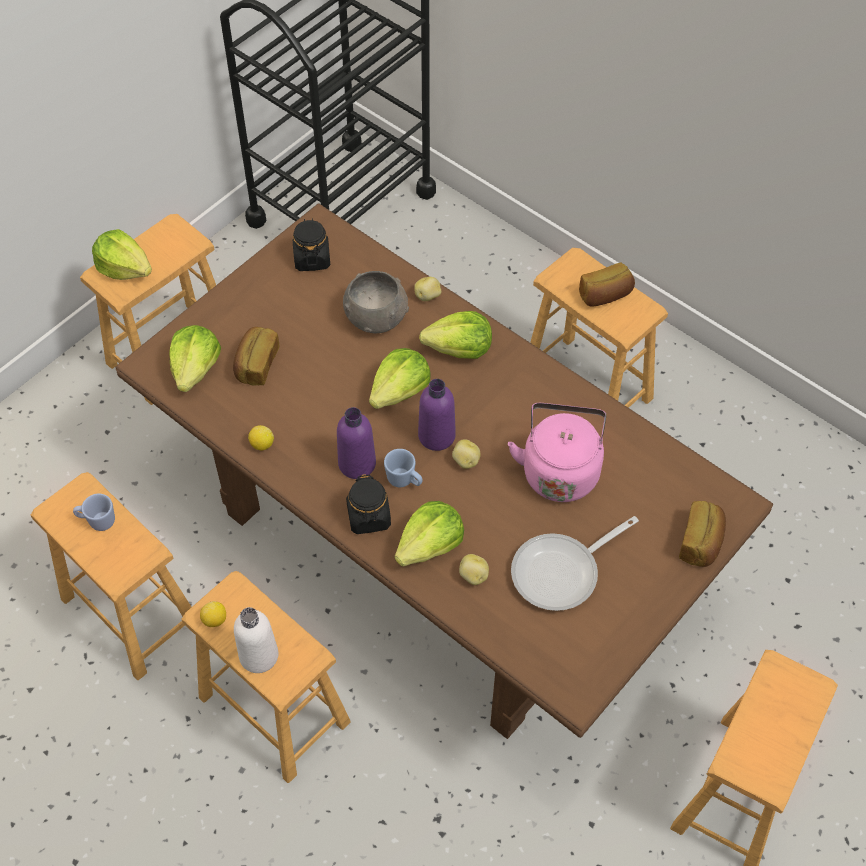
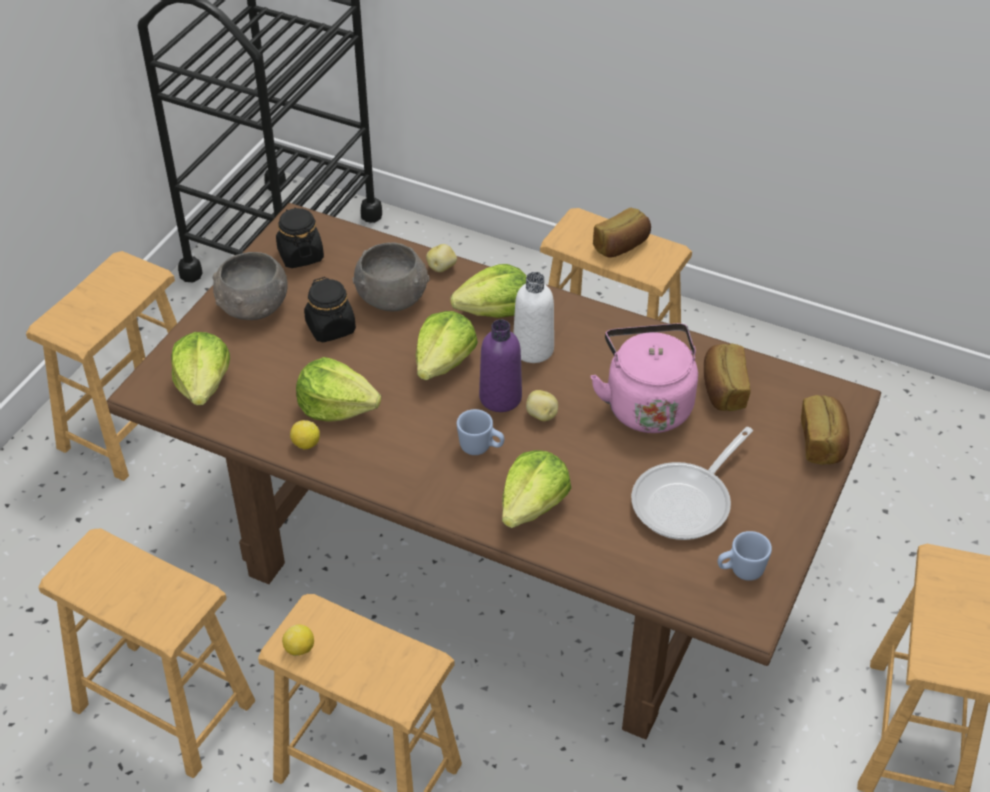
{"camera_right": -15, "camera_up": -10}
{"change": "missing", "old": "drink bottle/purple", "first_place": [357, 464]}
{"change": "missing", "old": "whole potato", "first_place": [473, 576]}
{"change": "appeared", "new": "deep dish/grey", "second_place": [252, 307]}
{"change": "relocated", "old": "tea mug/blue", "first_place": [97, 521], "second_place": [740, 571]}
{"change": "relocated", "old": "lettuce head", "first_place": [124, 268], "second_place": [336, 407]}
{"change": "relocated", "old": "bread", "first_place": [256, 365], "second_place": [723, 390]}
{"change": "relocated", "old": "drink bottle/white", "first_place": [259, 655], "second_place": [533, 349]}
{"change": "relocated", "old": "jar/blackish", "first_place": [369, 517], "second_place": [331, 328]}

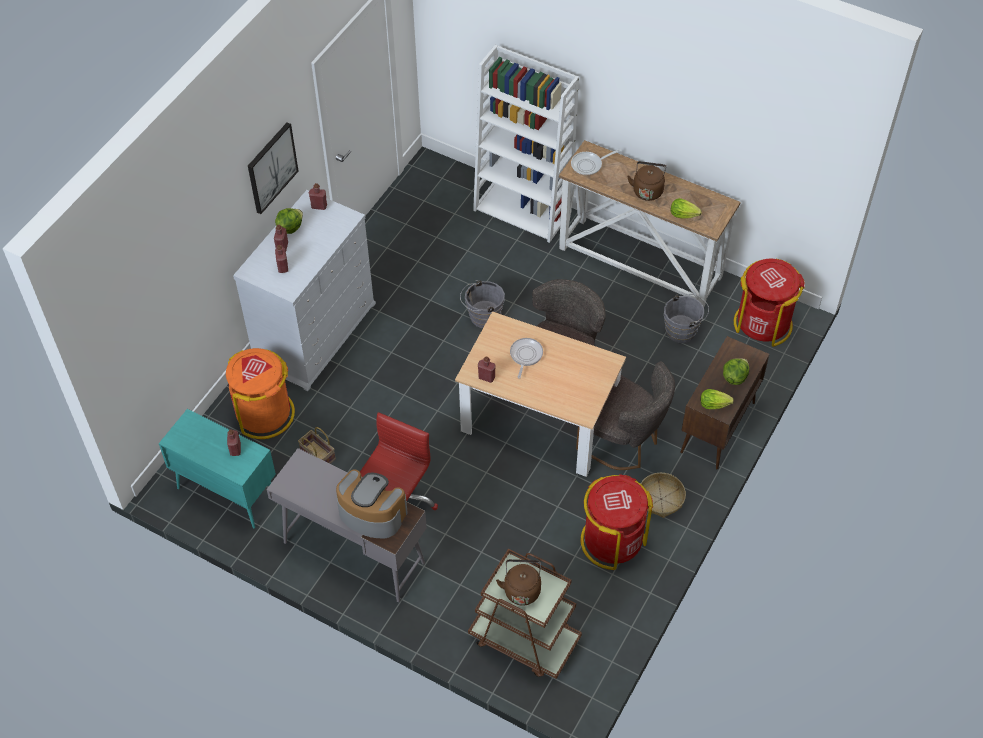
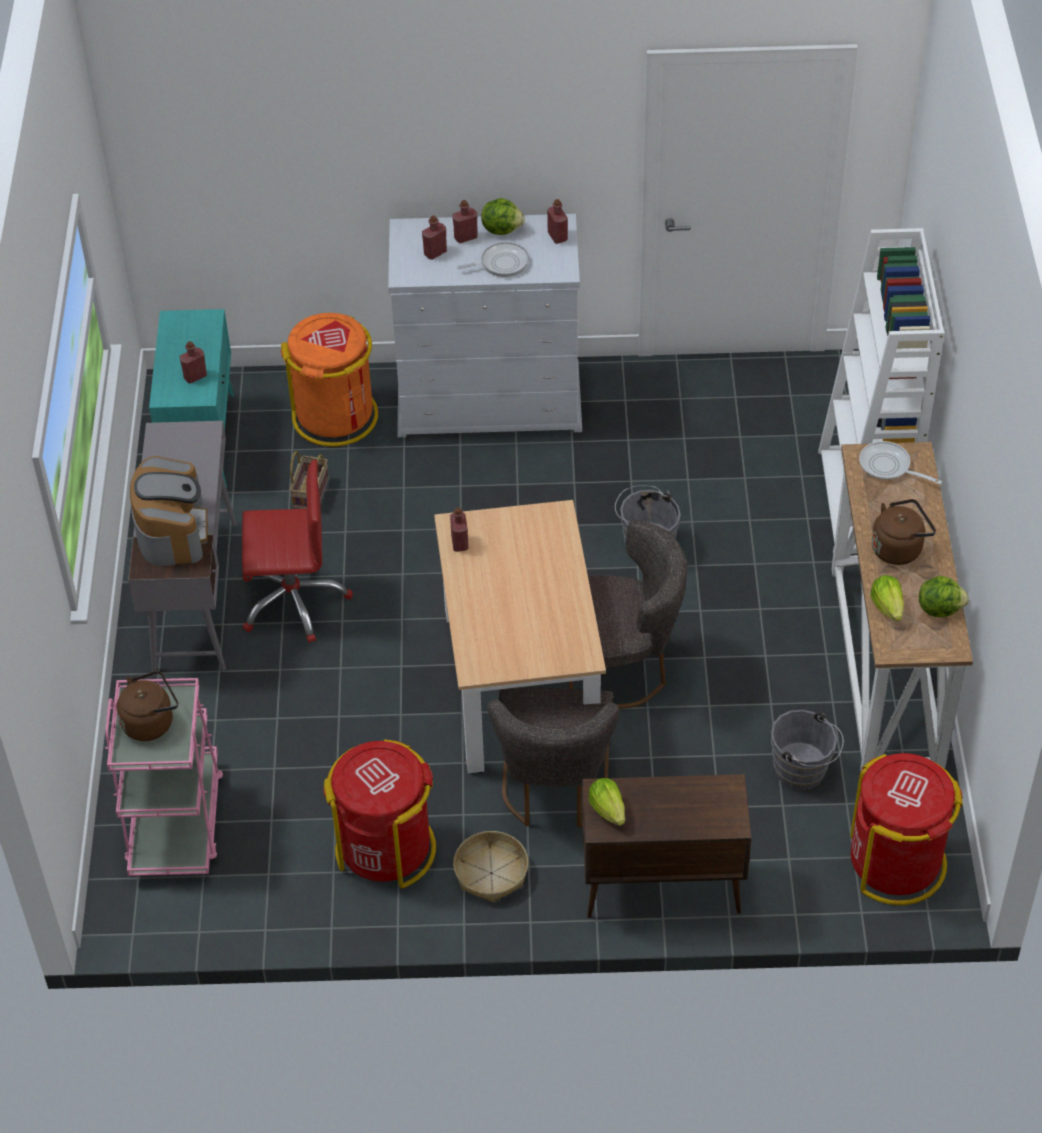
{"camera_right": 60, "camera_up": -5}
{"change": "missing", "old": "wall picture", "first_place": [271, 167]}
{"change": "relocated", "old": "pan", "first_place": [525, 355], "second_place": [501, 263]}
{"change": "relocated", "old": "lettuce head", "first_place": [734, 377], "second_place": [939, 608]}
{"change": "colour", "old": "trolley/brown", "new": "trolley/pink-coloured", "first_place": [524, 639], "second_place": [176, 822]}

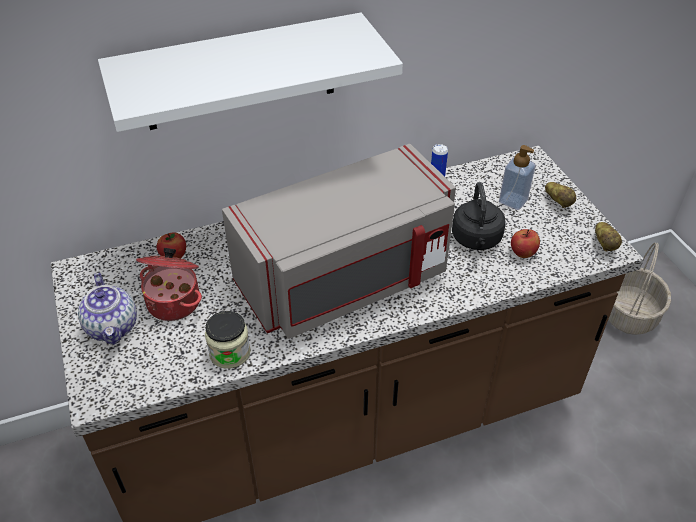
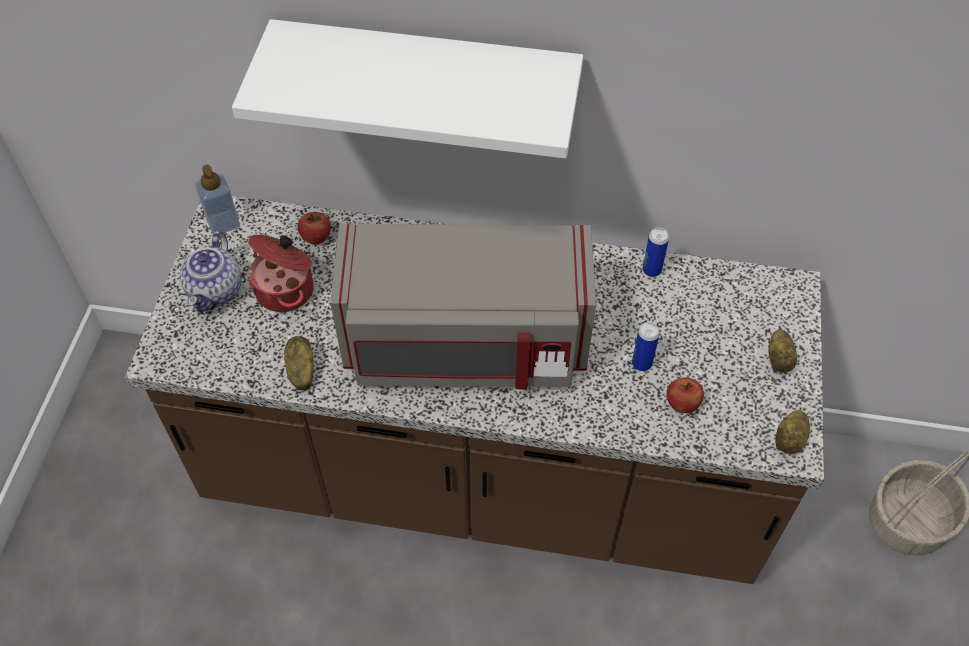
{"camera_right": 30, "camera_up": 10}
{"change": "relocated", "old": "soap dispenser", "first_place": [513, 201], "second_place": [223, 223]}
{"change": "exchanged", "old": "jar", "new": "whole potato", "first_place": [230, 353], "second_place": [301, 371]}
{"change": "exchanged", "old": "water kettle/blackish", "new": "sealed can", "first_place": [476, 240], "second_place": [641, 363]}

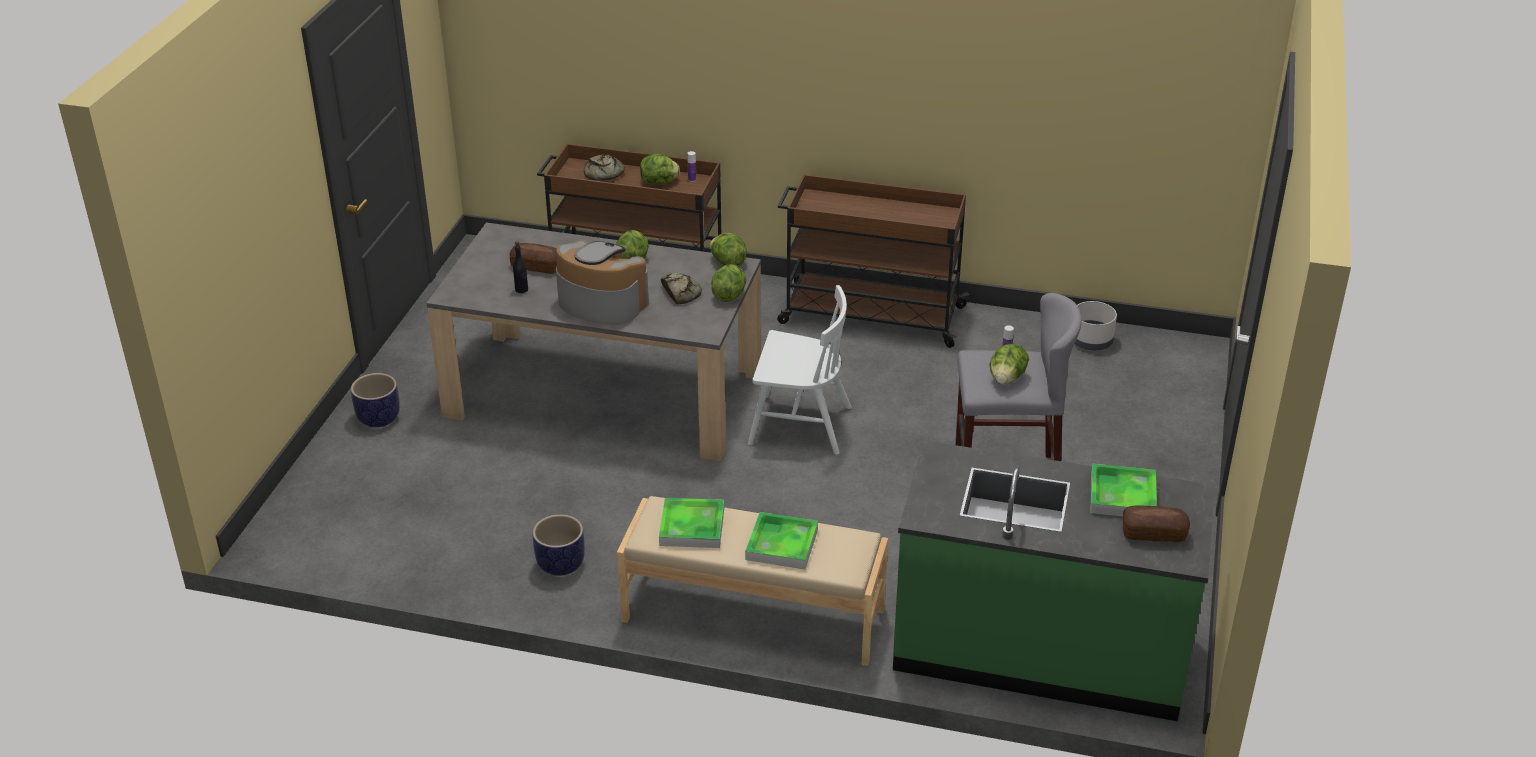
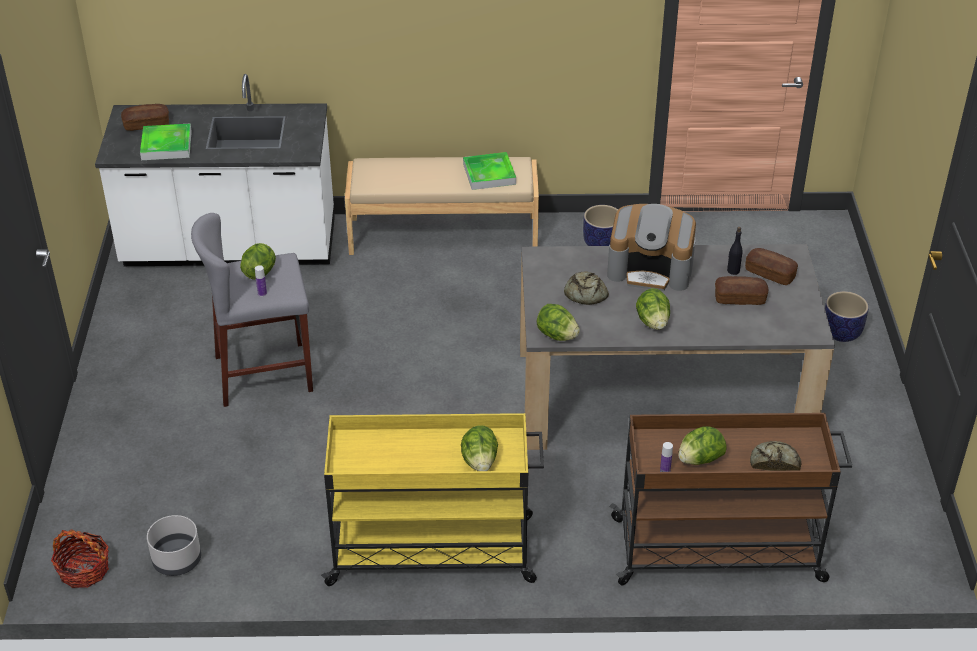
{"camera_right": 165, "camera_up": 5}
{"change": "missing", "old": "serving tray", "first_place": [782, 544]}
{"change": "missing", "old": "plain chair/white", "first_place": [799, 425]}
{"change": "appeared", "new": "household basket", "second_place": [84, 570]}
{"change": "appeared", "new": "bread", "second_place": [770, 274]}
{"change": "relocated", "old": "lettuce head", "first_place": [729, 295], "second_place": [480, 461]}
{"change": "colour", "old": "trolley/brown", "new": "trolley/yellowish", "first_place": [869, 315], "second_place": [434, 550]}
{"change": "colour", "old": "kitchen base unit/greenish", "new": "kitchen base unit/white", "first_place": [1041, 648], "second_place": [230, 247]}

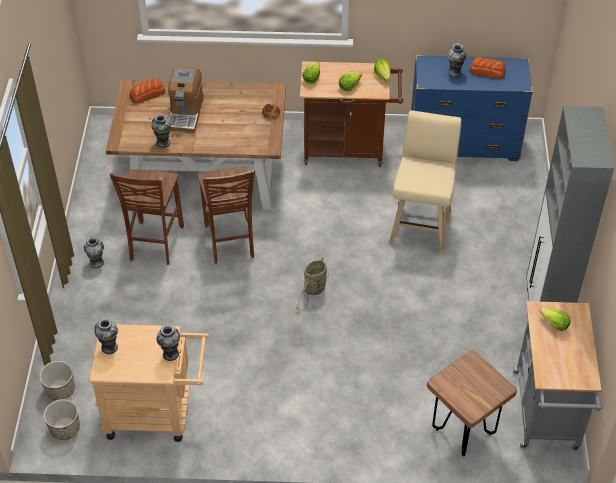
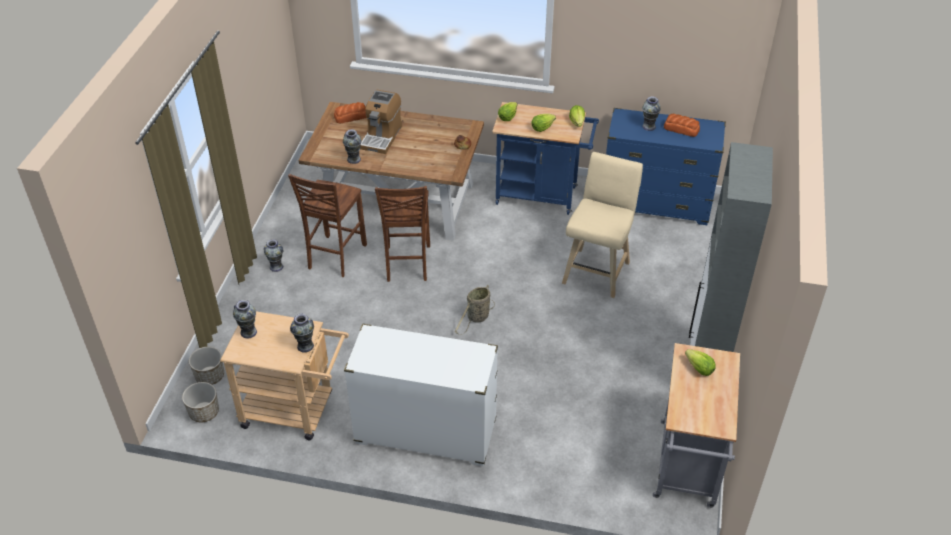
{"camera_right": 10, "camera_up": -5}
{"change": "missing", "old": "stool seat/brown", "first_place": [463, 432]}
{"change": "appeared", "new": "drawer chest/white", "second_place": [425, 433]}
{"change": "colour", "old": "trolley/brown", "new": "trolley/blue", "first_place": [349, 149], "second_place": [542, 196]}

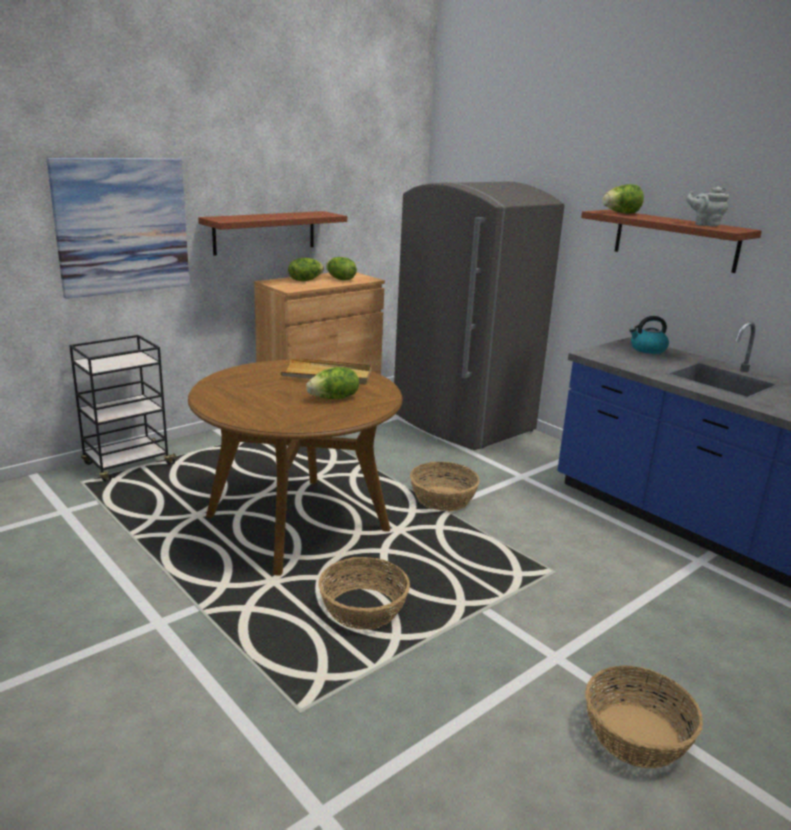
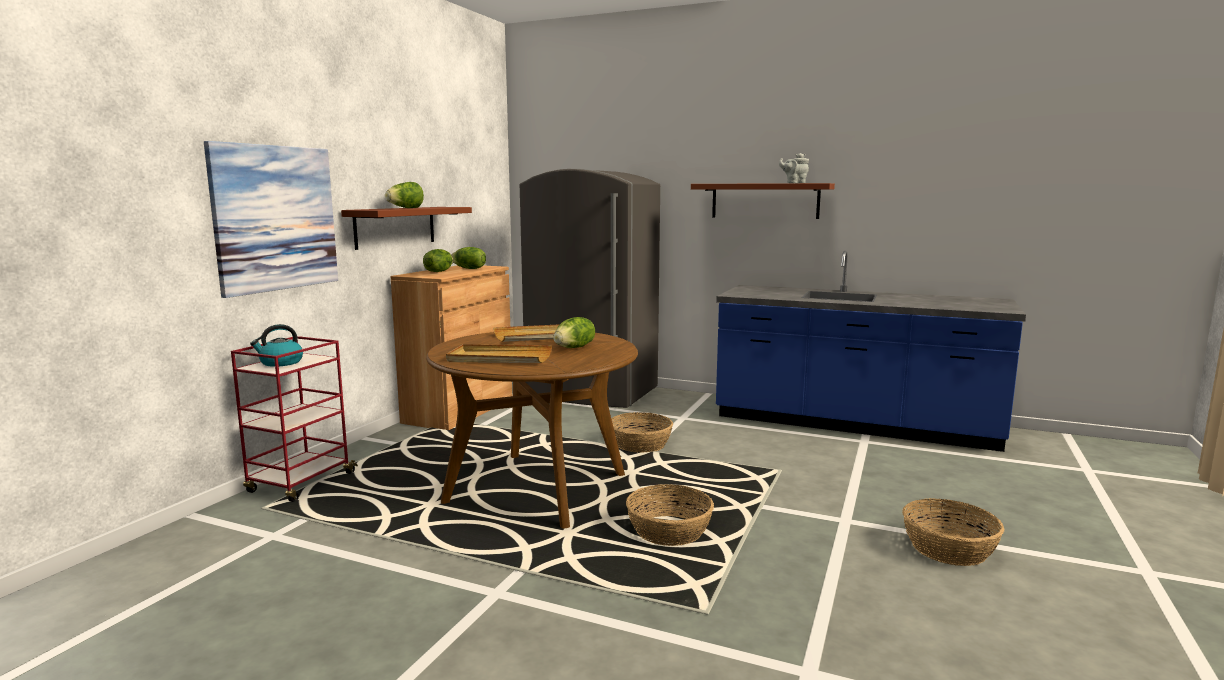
{"camera_right": -25, "camera_up": -10}
{"change": "appeared", "new": "serving tray/sand-coloured", "second_place": [499, 358]}
{"change": "relocated", "old": "lettuce head", "first_place": [621, 213], "second_place": [405, 208]}
{"change": "relocated", "old": "water kettle", "first_place": [647, 349], "second_place": [280, 363]}
{"change": "colour", "old": "trolley/blackish", "new": "trolley/reddish", "first_place": [128, 465], "second_place": [300, 483]}

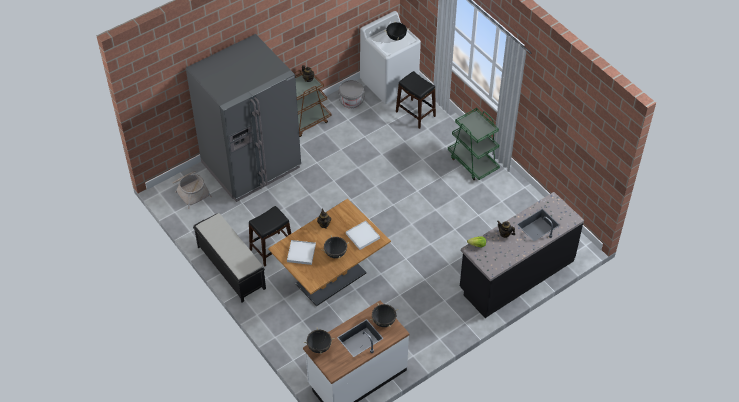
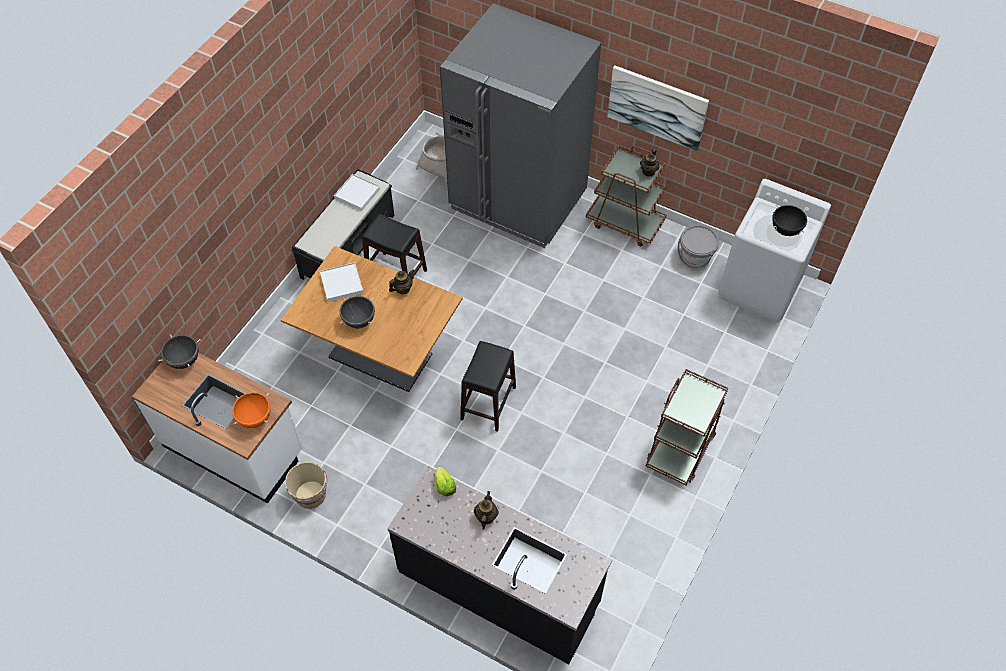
{"camera_right": 65, "camera_up": 5}
{"change": "appeared", "new": "water bucket/sand-coloured", "second_place": [311, 495]}
{"change": "appeared", "new": "wall picture", "second_place": [657, 107]}
{"change": "relocated", "old": "serving tray/white", "first_place": [362, 236], "second_place": [357, 193]}
{"change": "relocated", "old": "stool seat/blackish", "first_place": [415, 113], "second_place": [489, 403]}
{"change": "colour", "old": "stockpot/blackish", "new": "stockpot/orange-coloured", "first_place": [383, 321], "second_place": [255, 418]}
{"change": "colour", "old": "trolley/greenish", "new": "trolley/brown", "first_place": [473, 162], "second_place": [680, 448]}

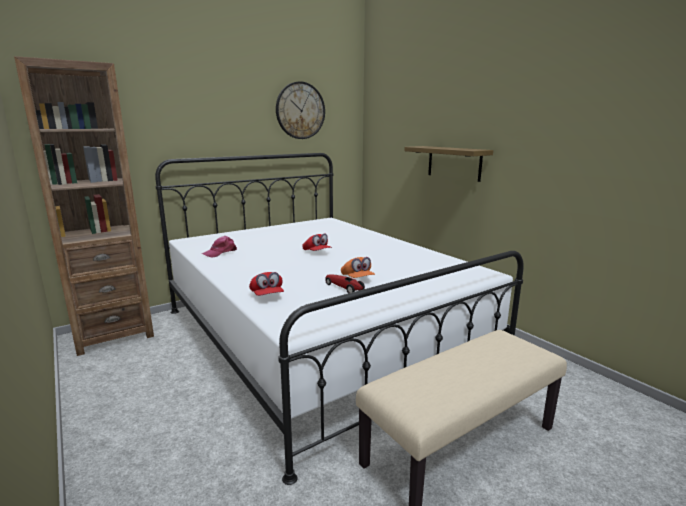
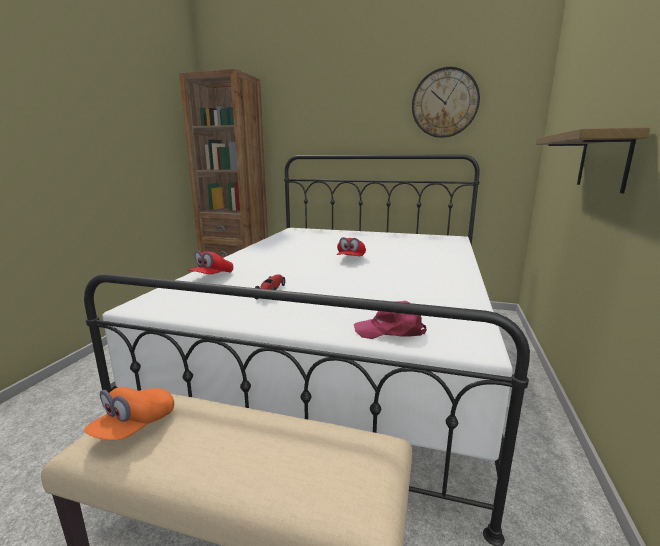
{"camera_right": 50, "camera_up": 0}
{"change": "relocated", "old": "baseball cap/pink-coloured", "first_place": [220, 252], "second_place": [391, 330]}
{"change": "relocated", "old": "baseball cap/orange-coloured", "first_place": [357, 279], "second_place": [135, 427]}

